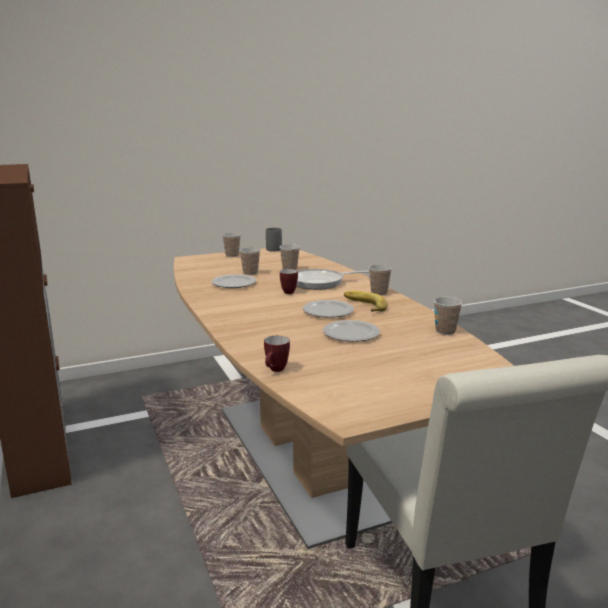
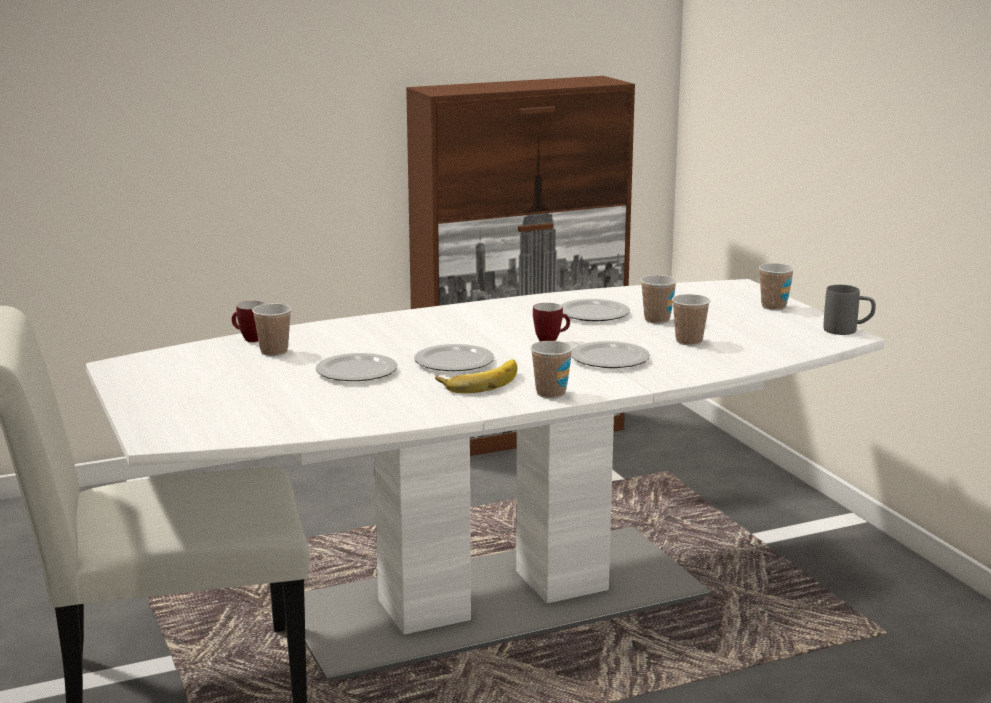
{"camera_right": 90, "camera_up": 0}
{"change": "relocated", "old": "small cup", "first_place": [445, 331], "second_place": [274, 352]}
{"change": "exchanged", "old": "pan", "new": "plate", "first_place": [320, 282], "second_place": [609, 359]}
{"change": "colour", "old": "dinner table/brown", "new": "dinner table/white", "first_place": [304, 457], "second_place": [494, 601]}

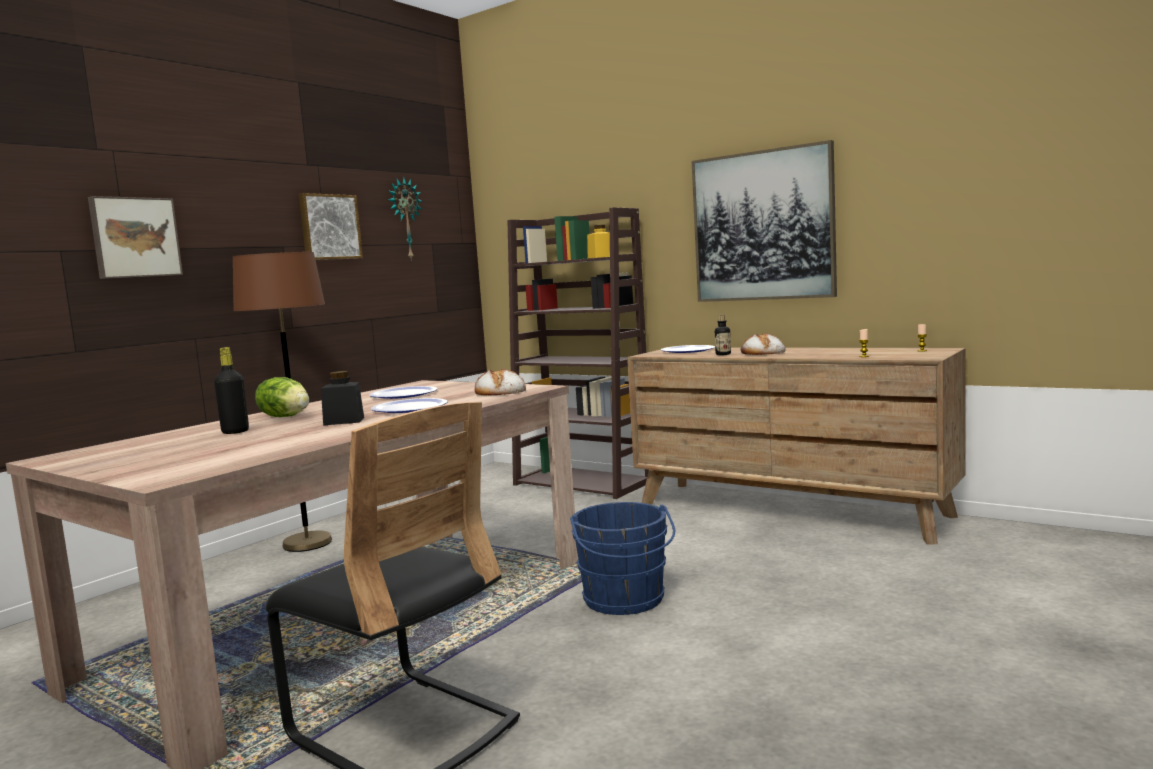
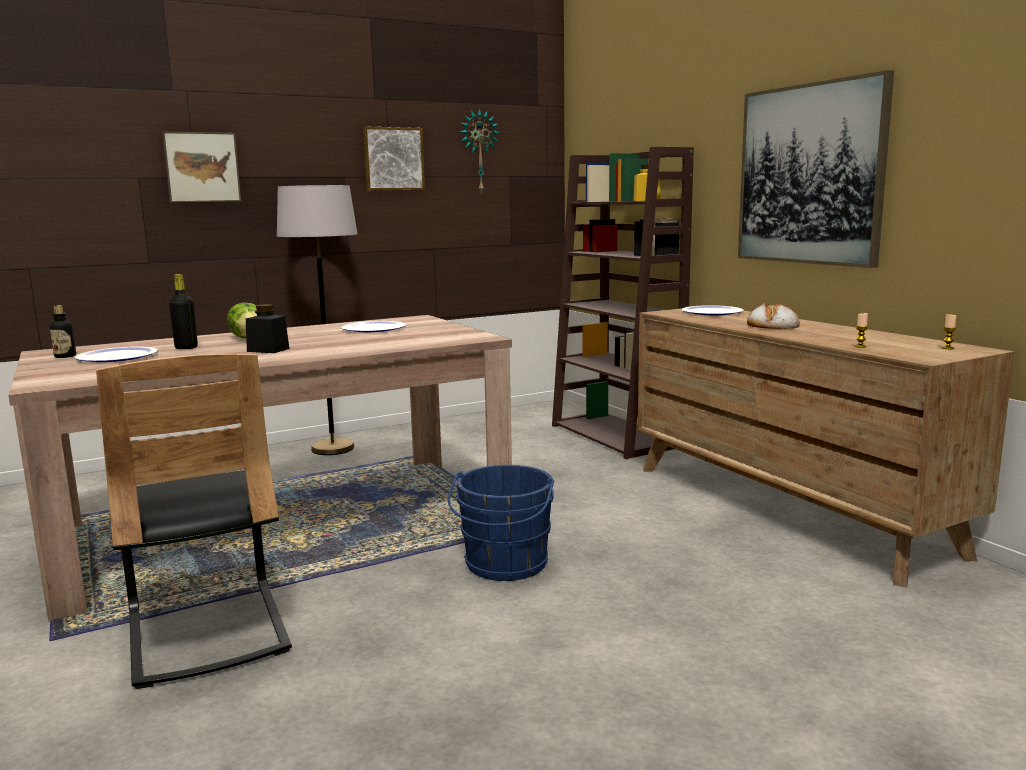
{"camera_right": 25, "camera_up": 5}
{"change": "missing", "old": "bread", "first_place": [500, 392]}
{"change": "relocated", "old": "plate", "first_place": [409, 408], "second_place": [117, 357]}
{"change": "relocated", "old": "drink bottle", "first_place": [723, 354], "second_place": [65, 356]}
{"change": "colour", "old": "standing lamp/brown", "new": "standing lamp/grey", "first_place": [307, 543], "second_place": [333, 448]}

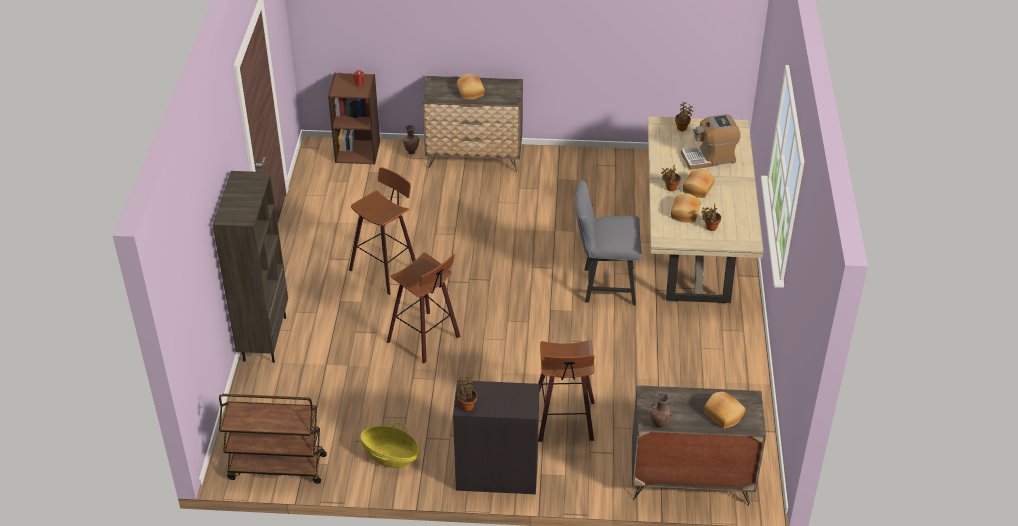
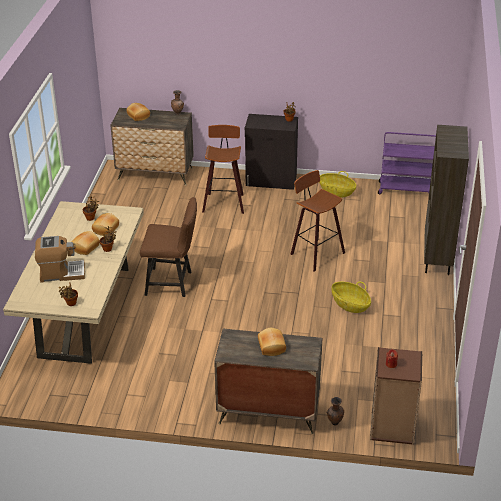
{"camera_right": -175, "camera_up": -5}
{"change": "exchanged", "old": "stool seat", "new": "household basket", "first_place": [386, 269], "second_place": [350, 305]}
{"change": "colour", "old": "trolley/brown", "new": "trolley/purple", "first_place": [276, 467], "second_place": [407, 190]}
{"change": "colour", "old": "plain chair/grey", "new": "plain chair/brown", "first_place": [604, 286], "second_place": [172, 283]}

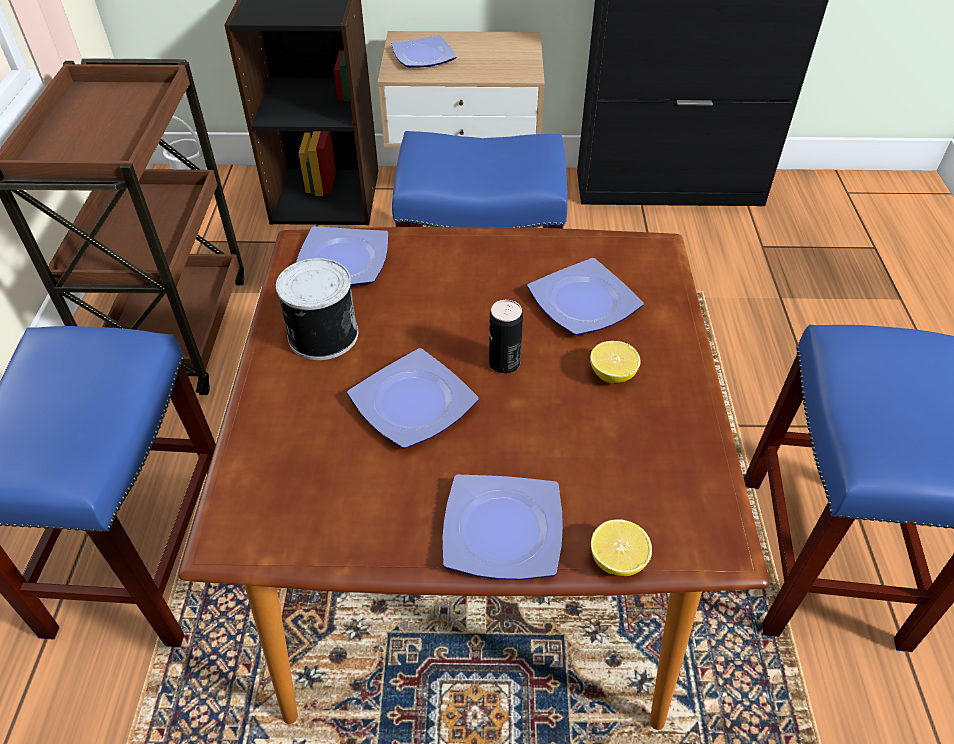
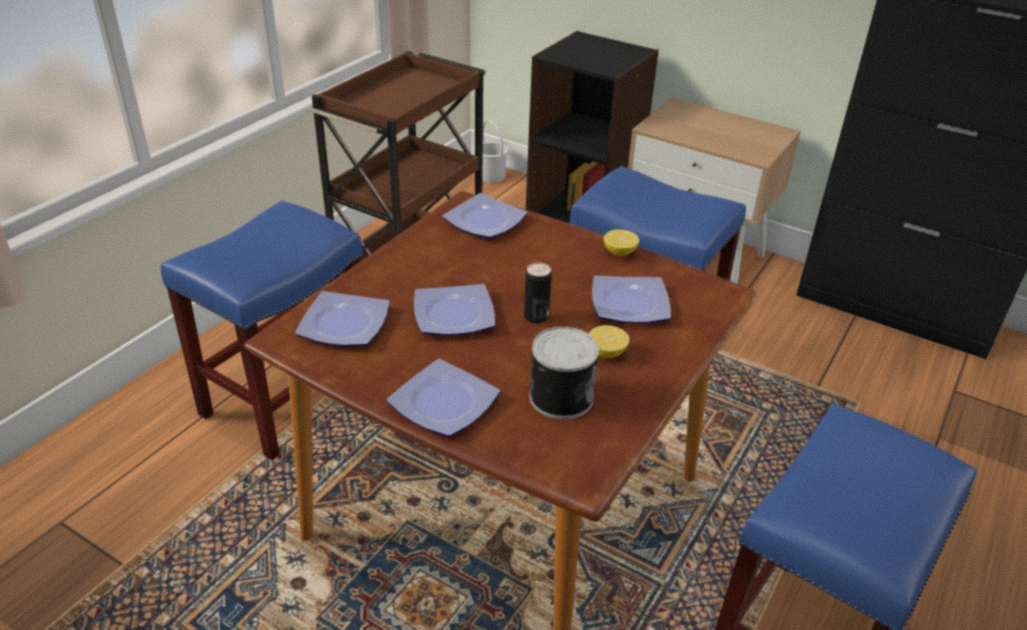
{"camera_right": 30, "camera_up": -10}
{"change": "relocated", "old": "sealed can", "first_place": [321, 335], "second_place": [559, 396]}
{"change": "relocated", "old": "plate", "first_place": [422, 56], "second_place": [343, 323]}
{"change": "relocated", "old": "whole lemon", "first_place": [617, 560], "second_place": [620, 252]}

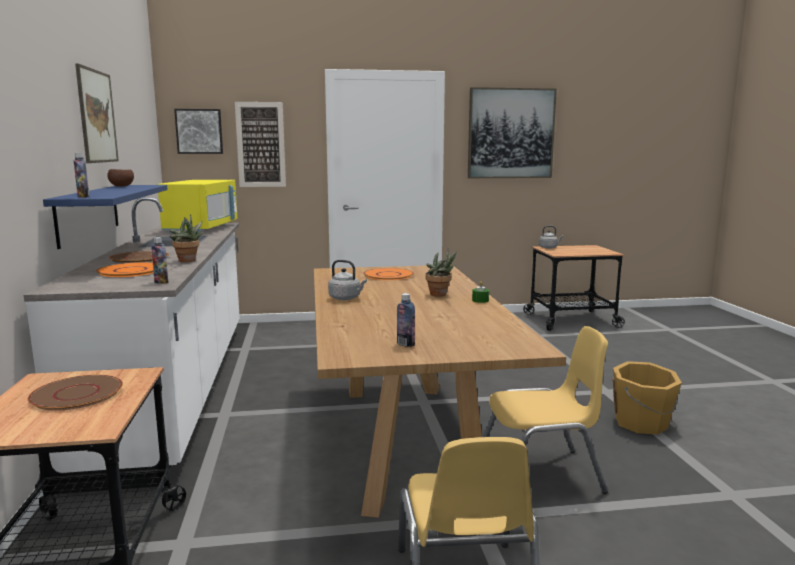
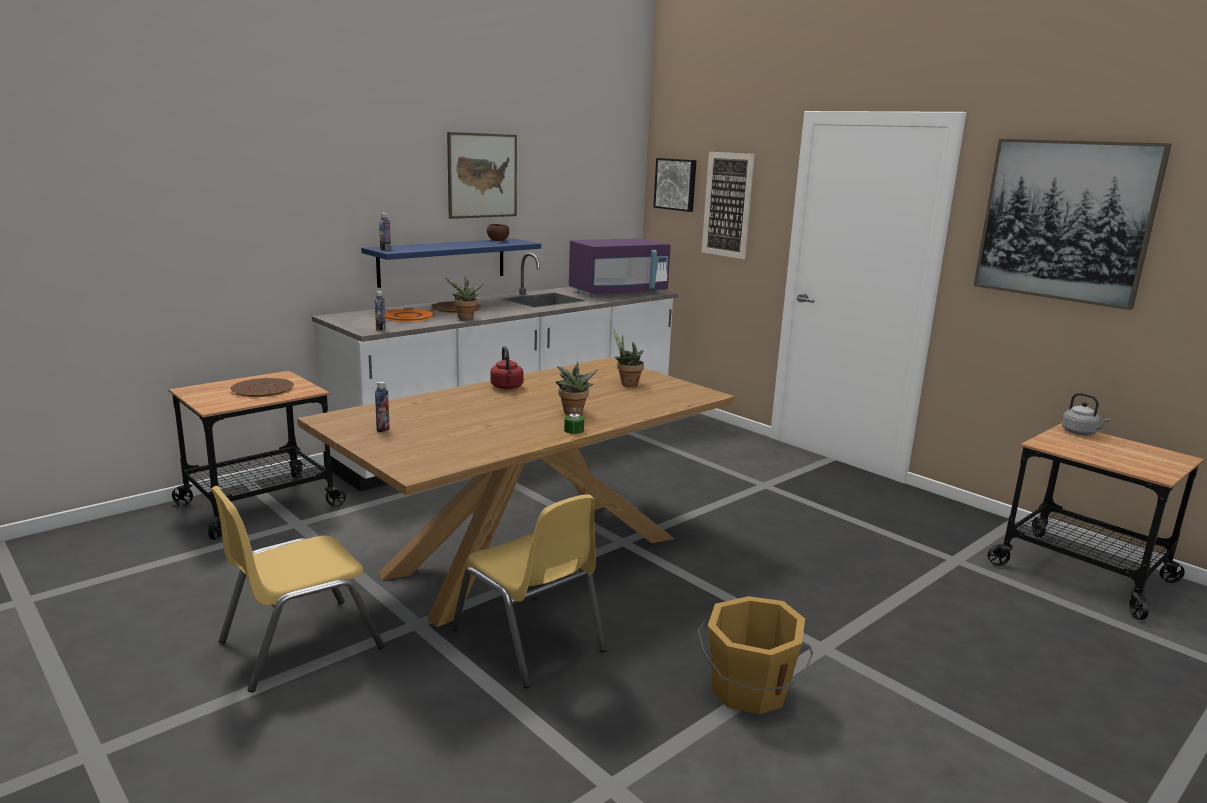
{"camera_right": 55, "camera_up": 5}
{"change": "exchanged", "old": "plate/orange-coloured", "new": "potted plant", "first_place": [389, 275], "second_place": [627, 383]}
{"change": "colour", "old": "microwave oven/yellowish", "new": "microwave oven/purple", "first_place": [202, 228], "second_place": [618, 293]}
{"change": "colour", "old": "water kettle/grey", "new": "water kettle/reddish", "first_place": [346, 298], "second_place": [507, 387]}

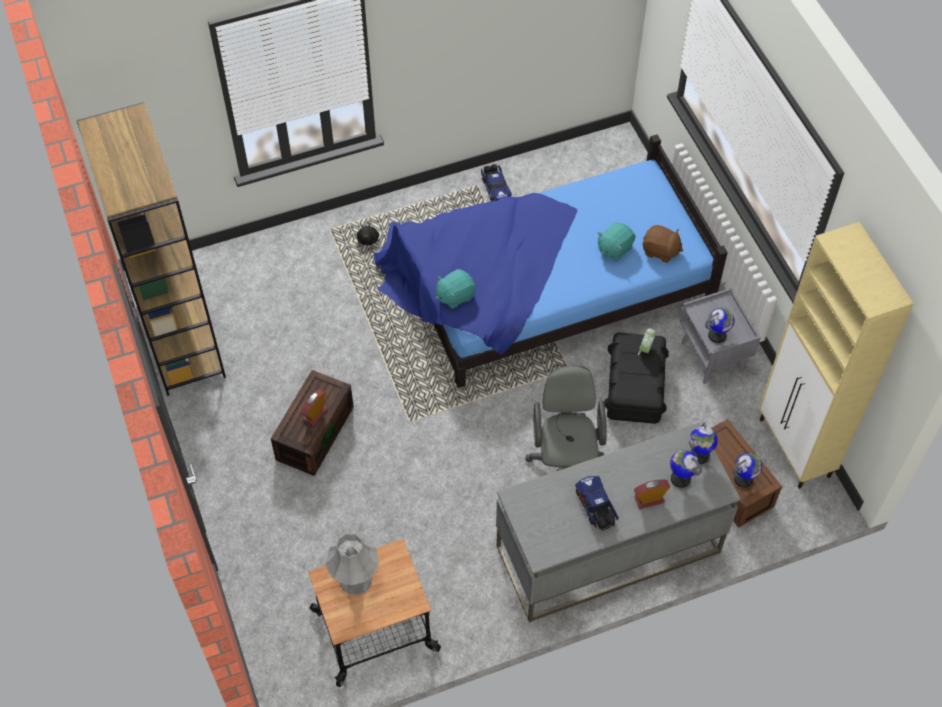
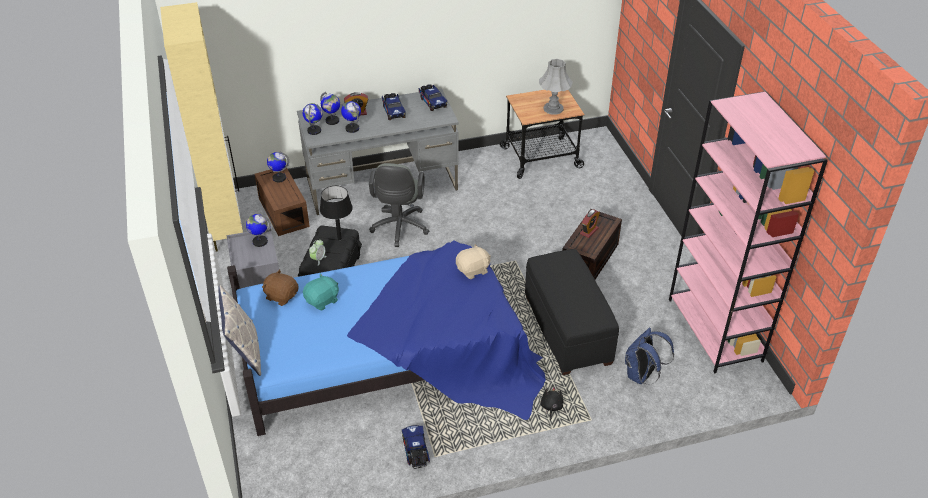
{"camera_right": -175, "camera_up": -15}
{"change": "appeared", "new": "pillow", "second_place": [245, 352]}
{"change": "appeared", "new": "table lamp/blackish", "second_place": [339, 238]}
{"change": "appeared", "new": "globe", "second_place": [352, 128]}
{"change": "appeared", "new": "toy truck", "second_place": [432, 102]}
{"change": "appeared", "new": "ottoman/blackish", "second_place": [566, 330]}
{"change": "appeared", "new": "knapsack/blue", "second_place": [641, 376]}
{"change": "colour", "old": "bookshelf/brown", "new": "bookshelf/pink-coloured", "first_place": [180, 339], "second_place": [715, 330]}
{"change": "colour", "old": "cuddly toy/turquoise", "new": "cuddly toy/sand-coloured", "first_place": [455, 295], "second_place": [473, 270]}

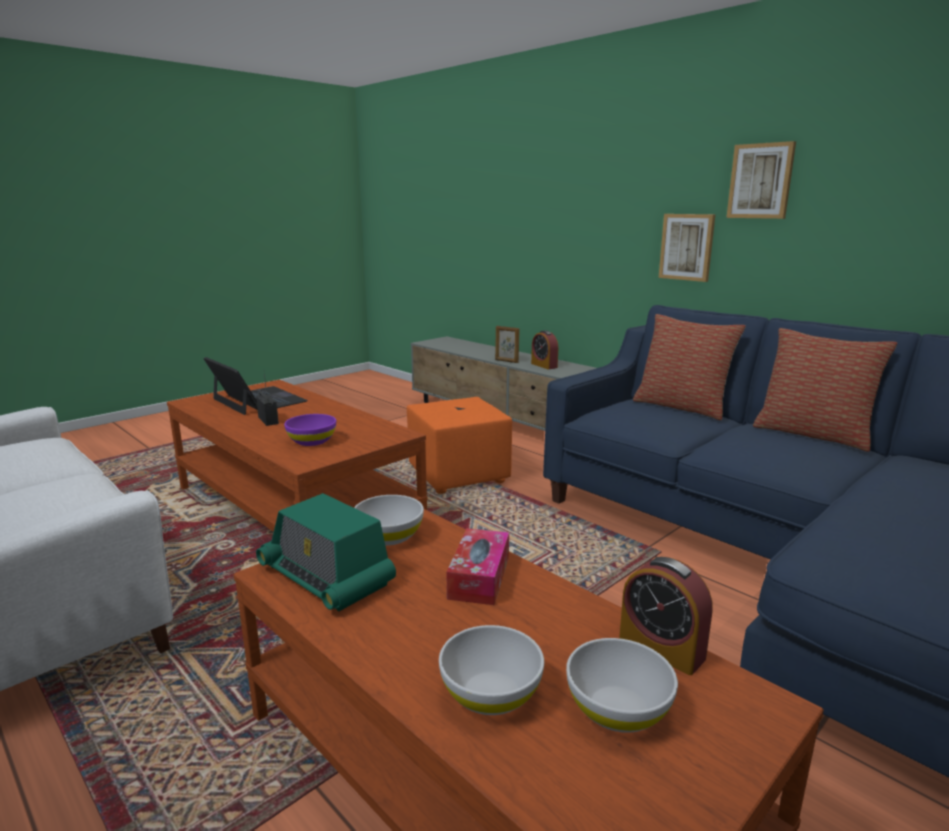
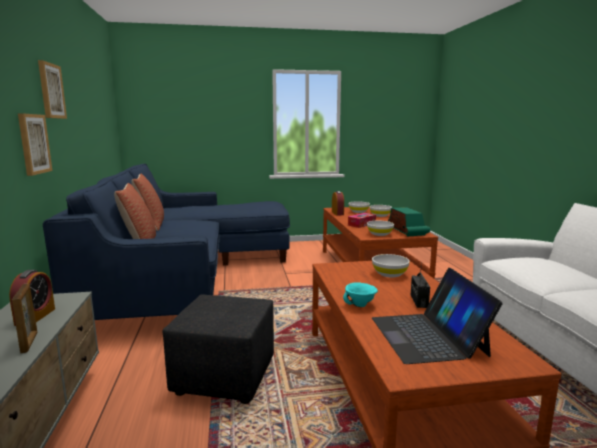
{"camera_right": -145, "camera_up": -5}
{"change": "appeared", "new": "deep dish/turquoise", "second_place": [360, 305]}
{"change": "colour", "old": "deep dish/purple", "new": "deep dish/white", "first_place": [312, 441], "second_place": [389, 274]}
{"change": "colour", "old": "ottoman/orange-coloured", "new": "ottoman/blackish", "first_place": [458, 476], "second_place": [226, 377]}

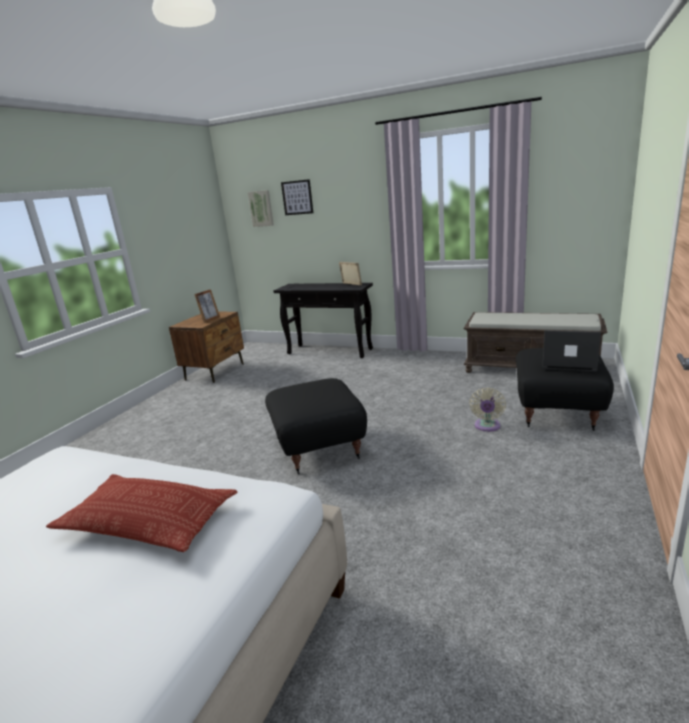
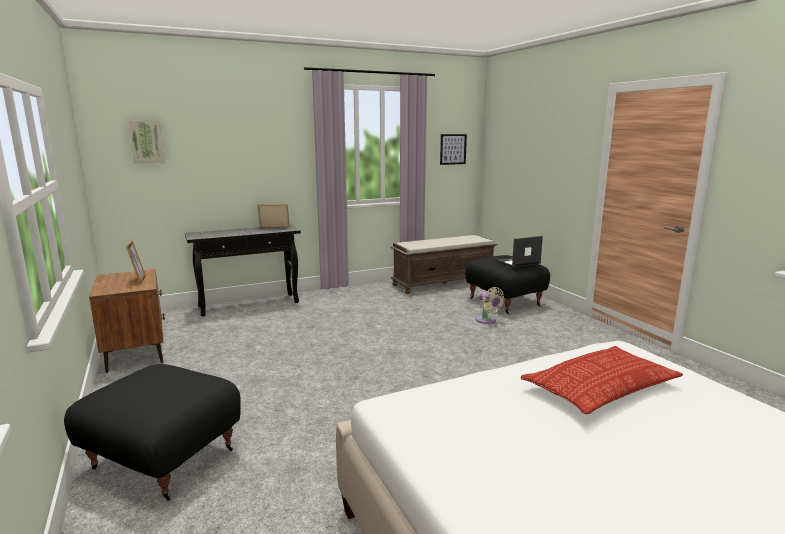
{"camera_right": -50, "camera_up": -5}
{"change": "relocated", "old": "ottoman/blackish", "first_place": [319, 447], "second_place": [163, 460]}
{"change": "relocated", "old": "wall picture", "first_place": [297, 197], "second_place": [453, 149]}

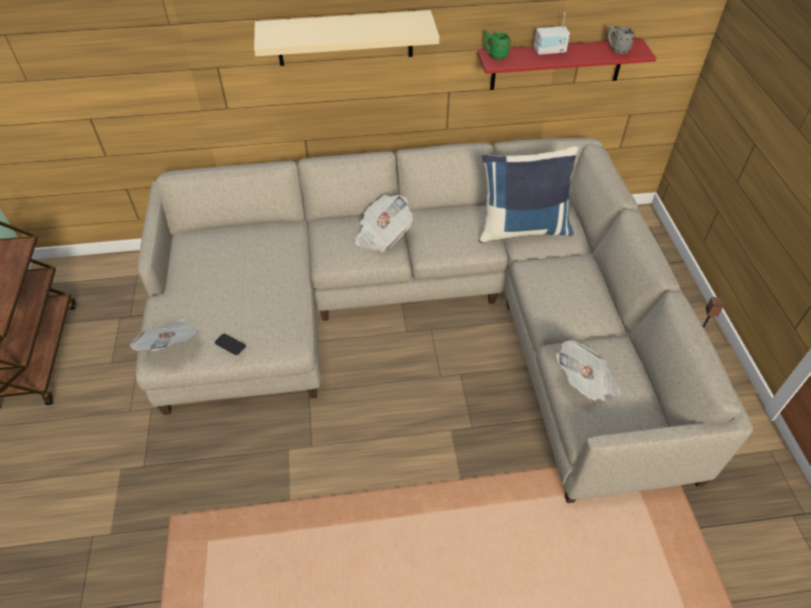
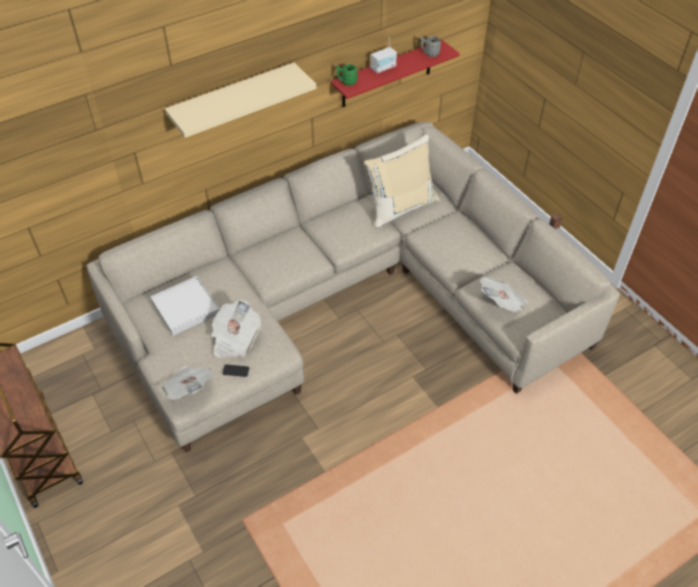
{"camera_right": -25, "camera_up": 0}
{"change": "appeared", "new": "serving tray/white", "second_place": [185, 307]}
{"change": "relocated", "old": "newspaper", "first_place": [382, 235], "second_place": [235, 339]}
{"change": "colour", "old": "pillow/blue", "new": "pillow/sand-coloured", "first_place": [522, 228], "second_place": [400, 207]}

